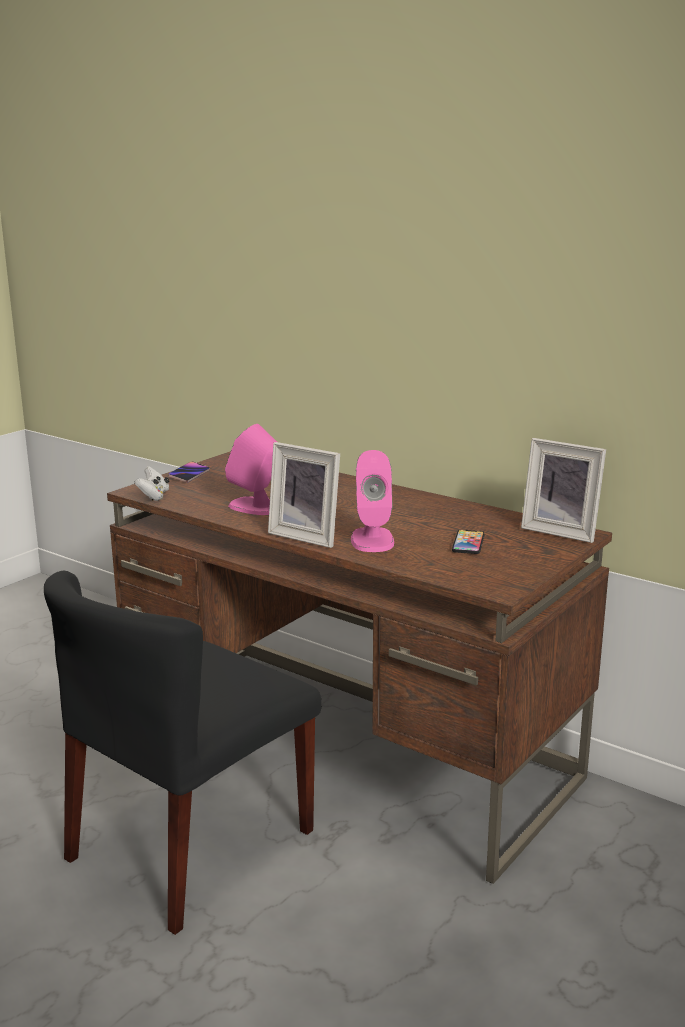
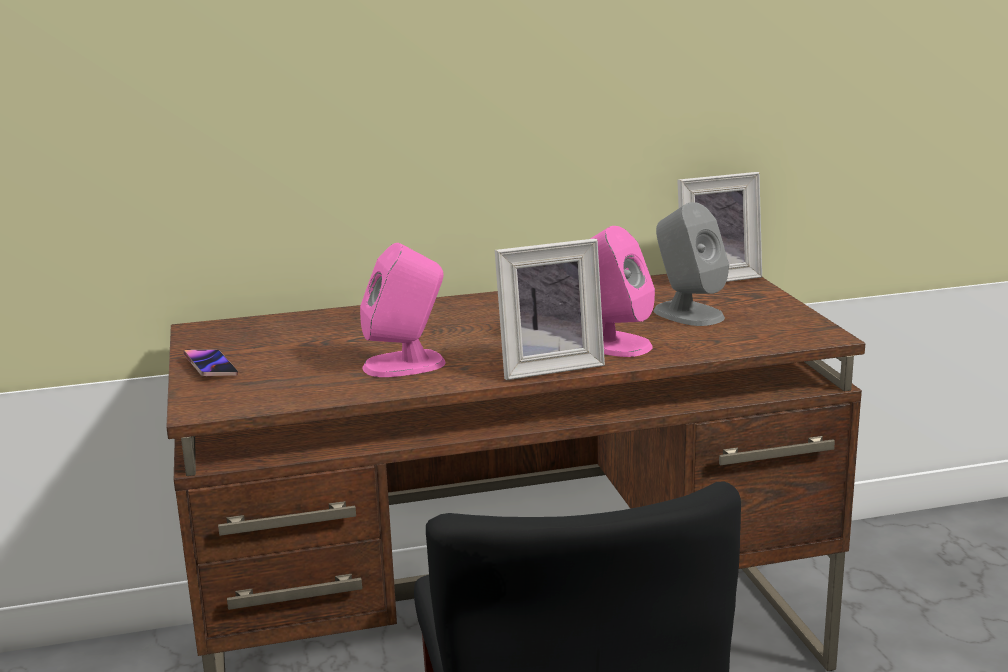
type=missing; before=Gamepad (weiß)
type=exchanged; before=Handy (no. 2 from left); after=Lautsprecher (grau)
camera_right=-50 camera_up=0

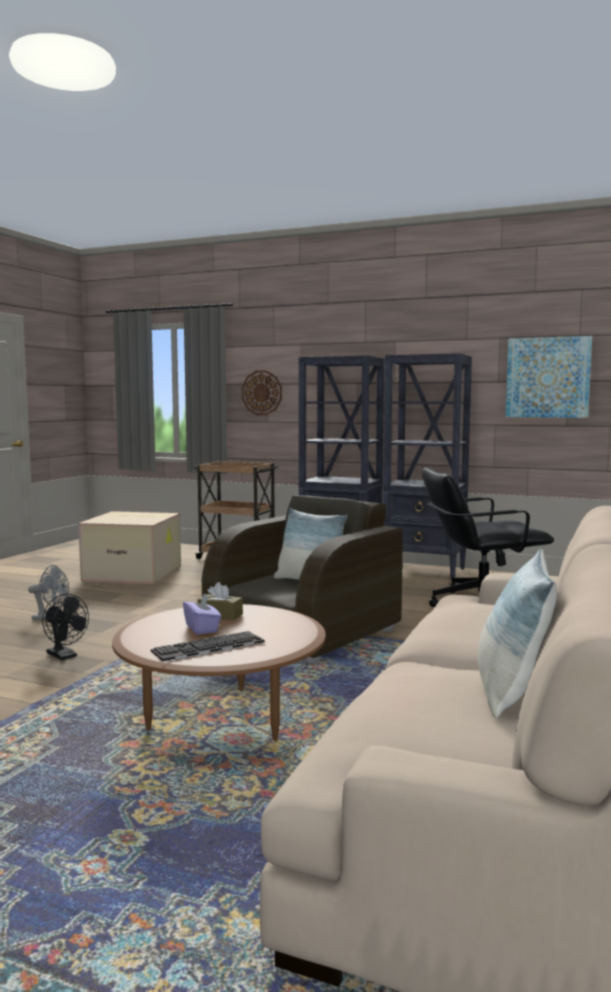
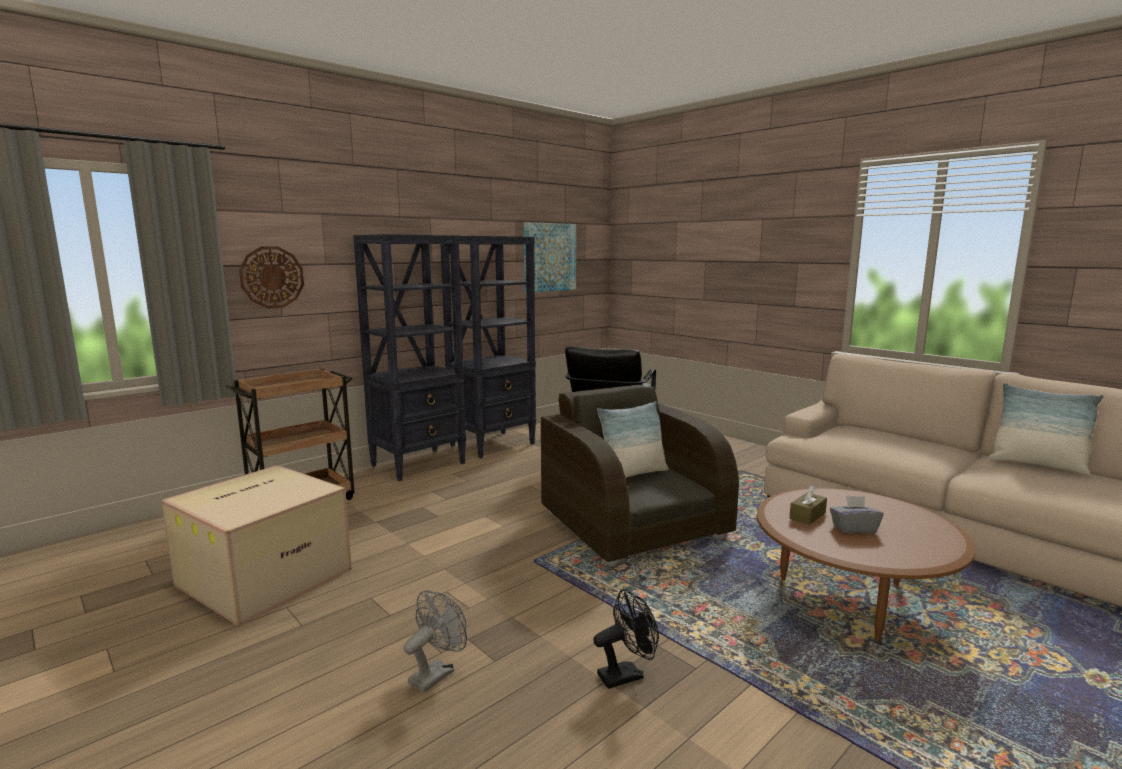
type=missing; before=Tastatur
type=colour; before=Taschentuchbox (lila); after=Taschentuchbox (grau)
camera_right=-65 camera_up=5

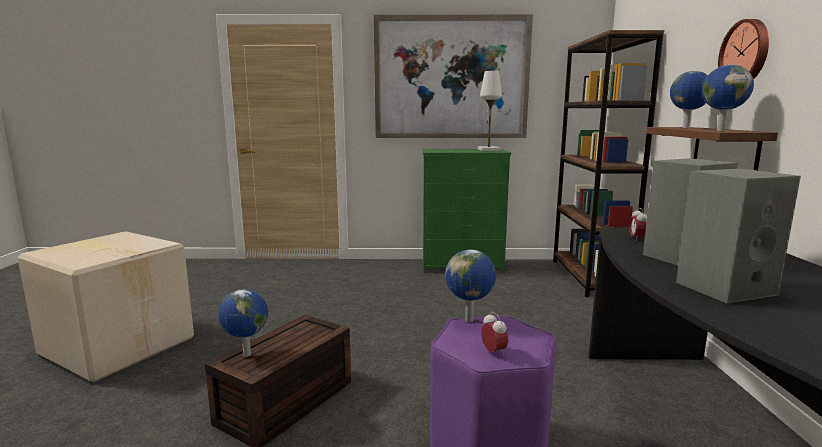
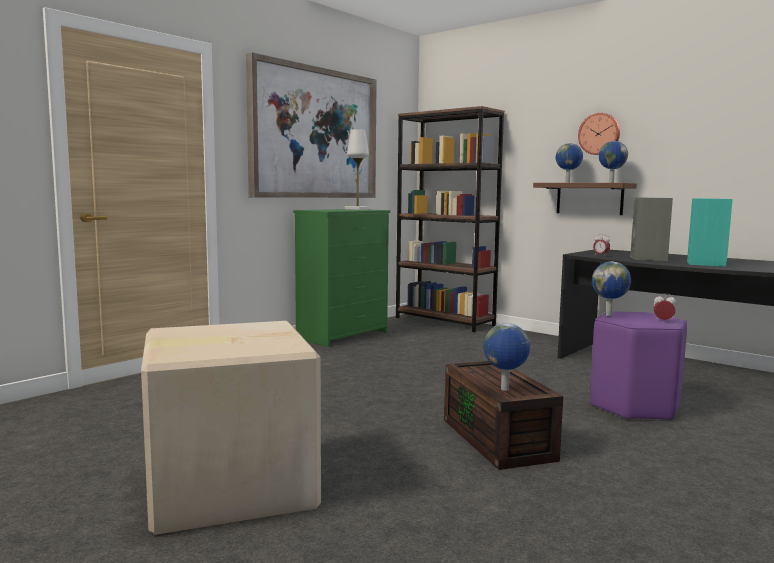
type=colour; before=Lautsprecher (grau) (no. 2 from left); after=Lautsprecher (türkis)
camera_right=-50 camera_up=-5

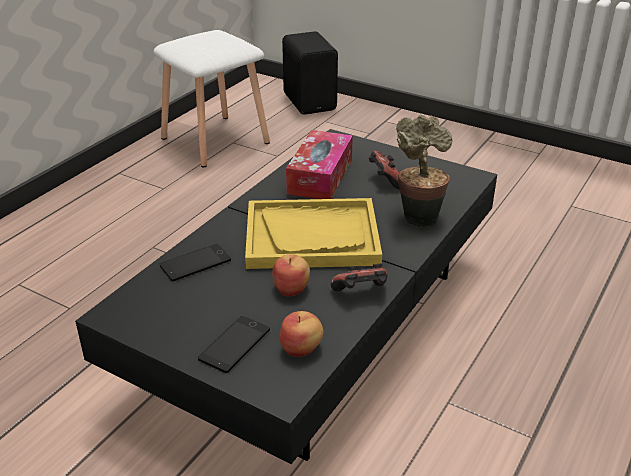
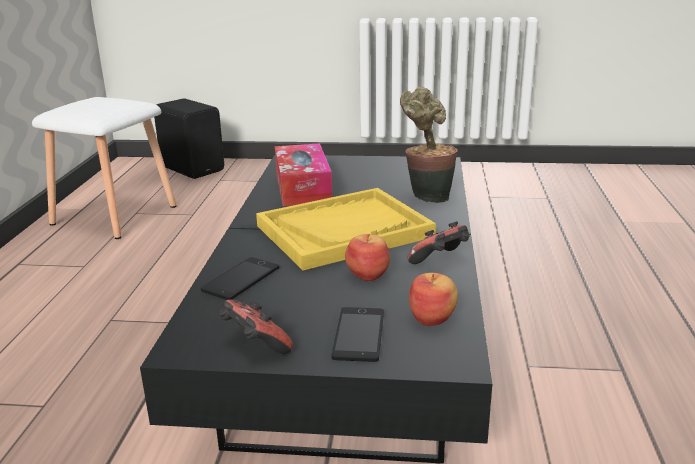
type=relocated; before=Gamepad (no. 2 from left in the first image); after=Gamepad (no. 1 from left)
camera_right=-25 camera_up=-10

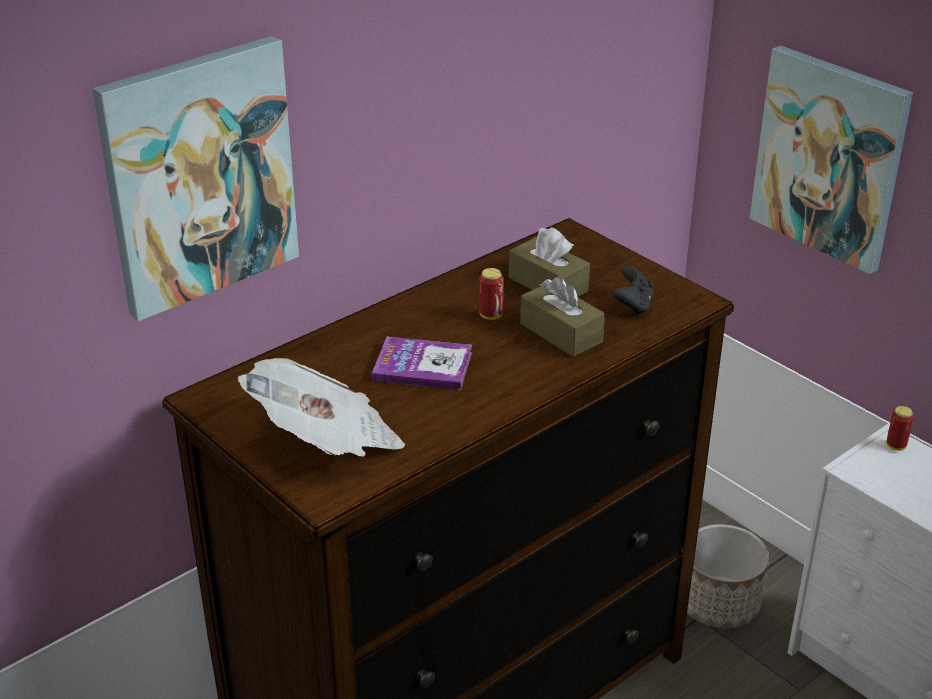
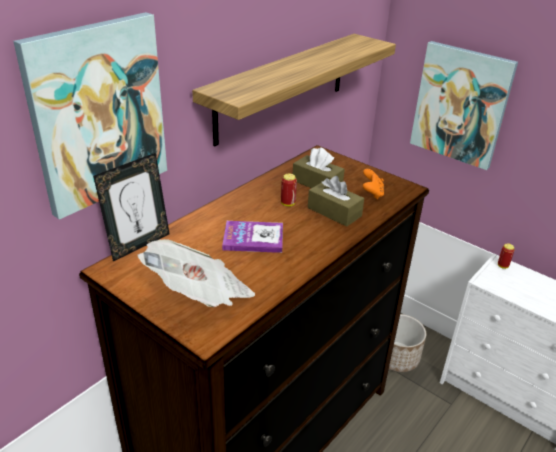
type=appeared; after=Bilderrahmen
type=appeared; after=Wandregal
type=colour; before=Gamepad (schwarz); after=Gamepad (orange)
camera_right=-10 camera_up=0

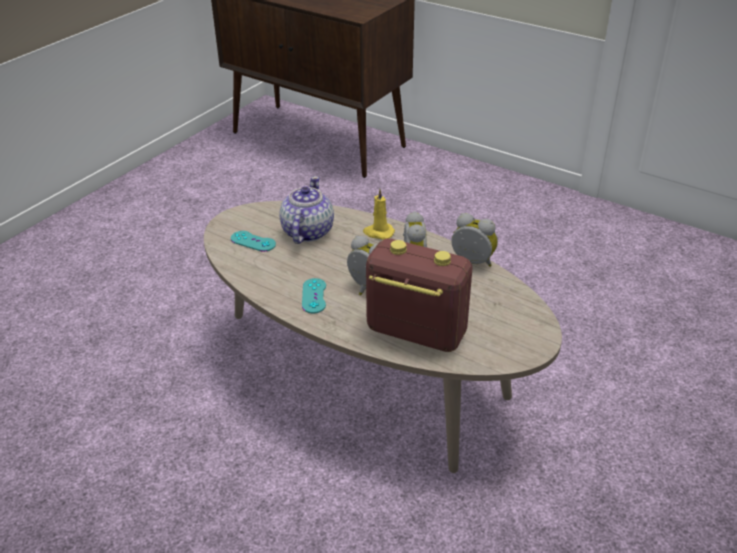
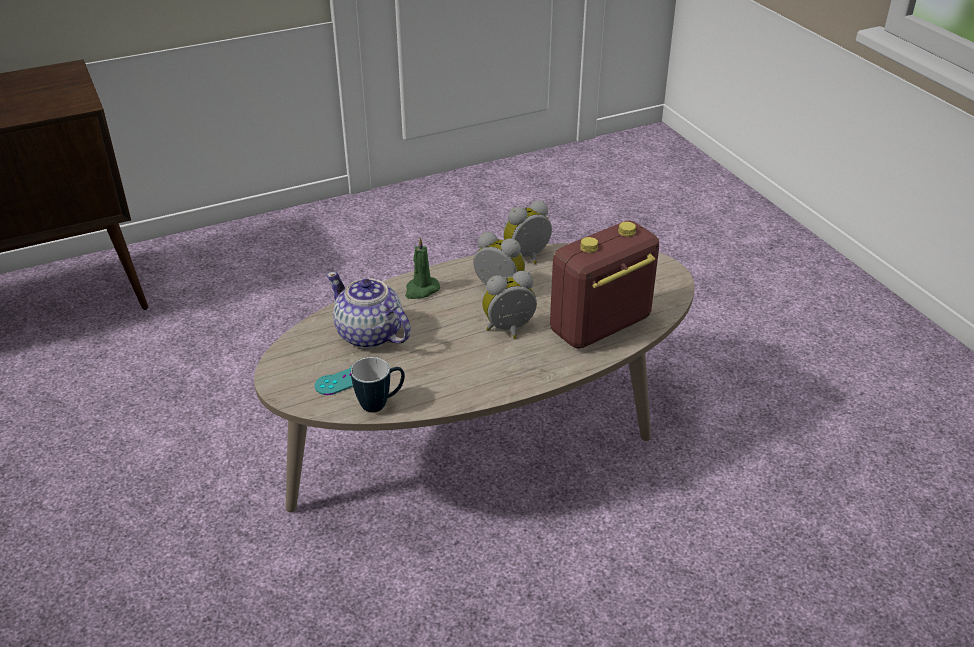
type=missing; before=Gamepad (türkis) (no. 2 from left)
type=appeared; after=Henkelbecher
type=colour; before=Kerze (gelb); after=Kerze (grün)
camera_right=-60 camera_up=0

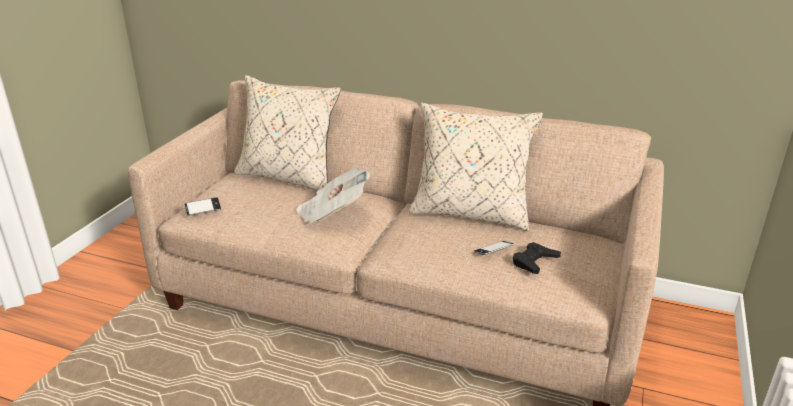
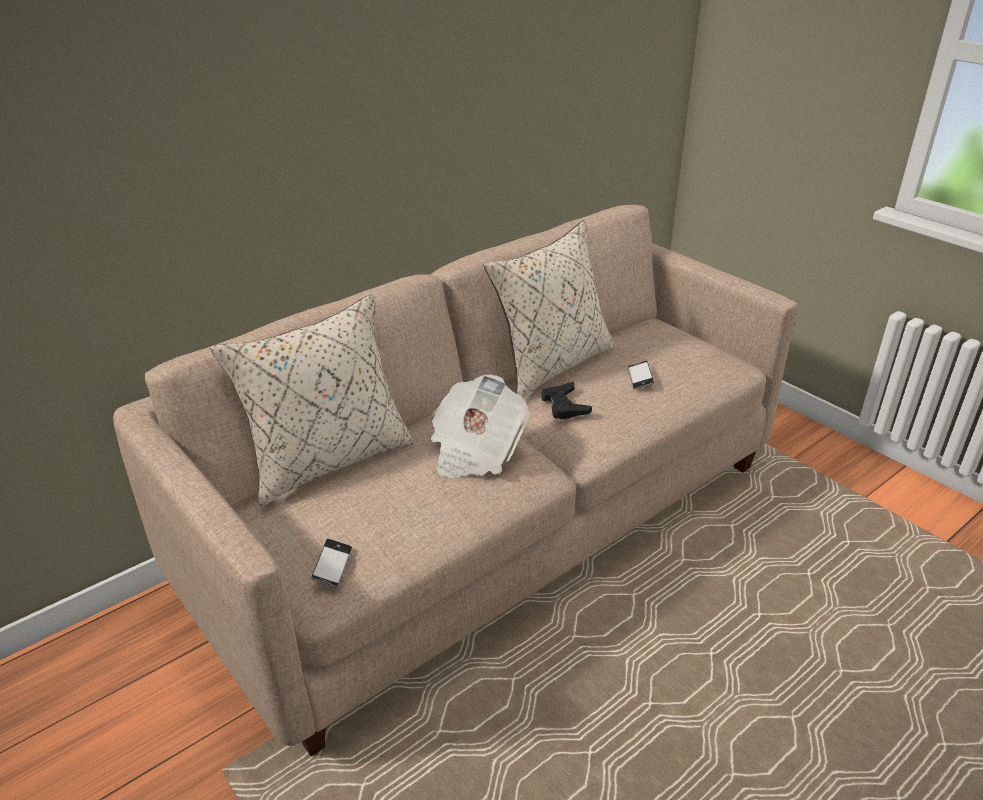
type=relocated; before=Gamepad (schwarz)
camera_right=-60 camera_up=5

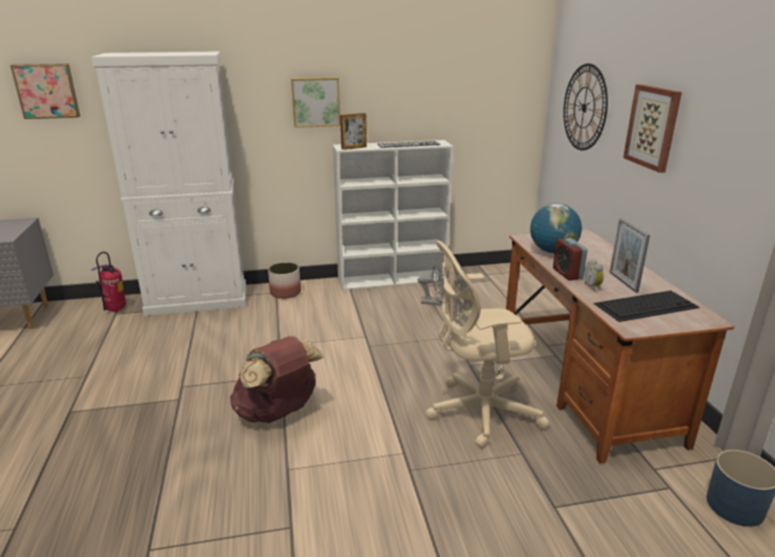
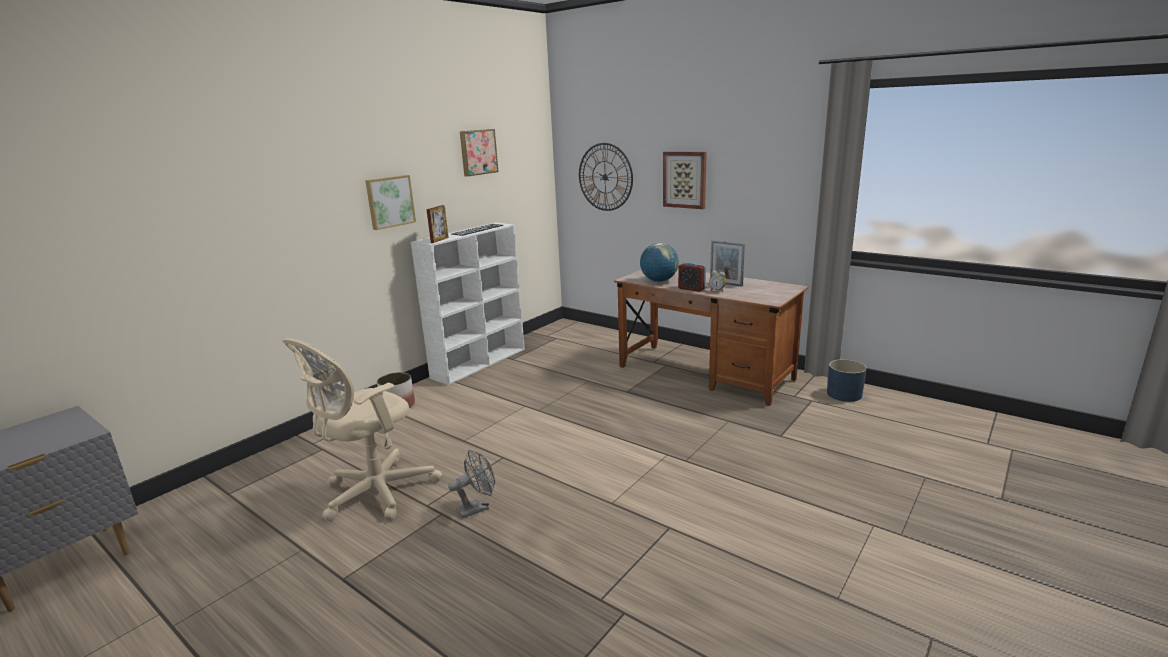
type=missing; before=Schrank (weiß)
type=missing; before=Feuerlöscher
type=missing; before=Rucksack (braun)
type=missing; before=Tastatur (no. 2 from left)
type=relocated; before=Bild (no. 1 from left in the first image); after=Bild (no. 2 from left)
type=relocated; before=Ventilator (grau)
type=relocated; before=Bürostuhl (beige)
camera_right=-40 camera_up=-5

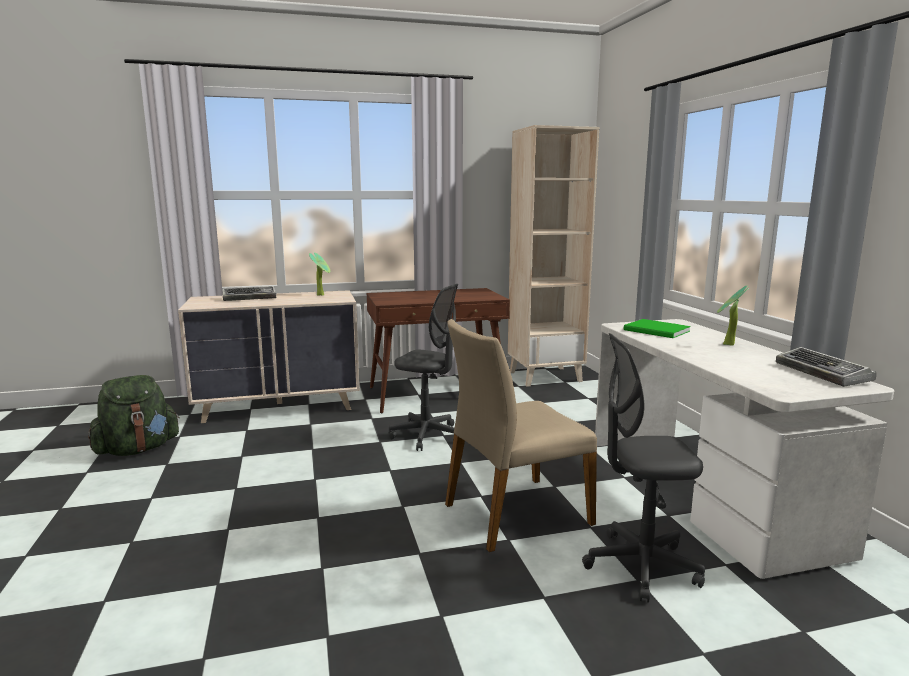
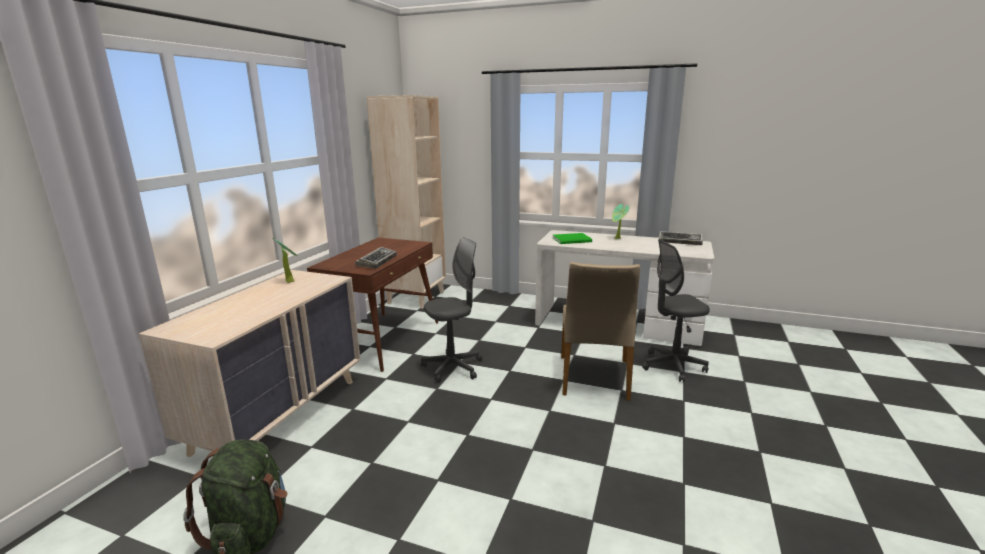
type=relocated; before=Tastatur (no. 1 from left)
type=spun; before=Bürostuhl (grau) (no. 2 from left); turn=45
camera_right=-55 camera_up=5

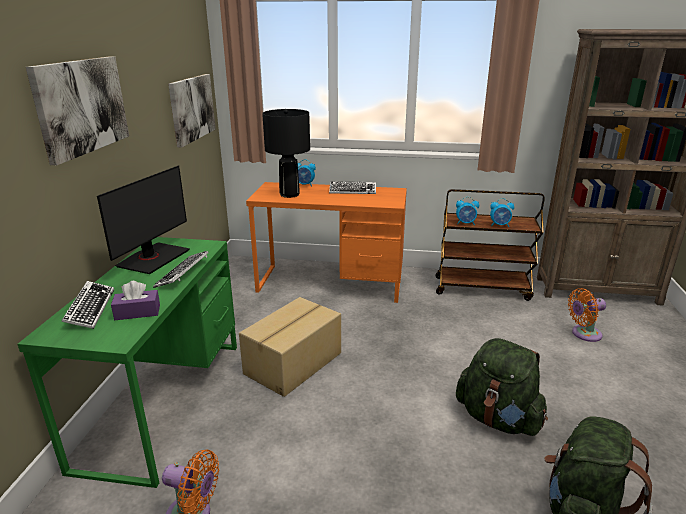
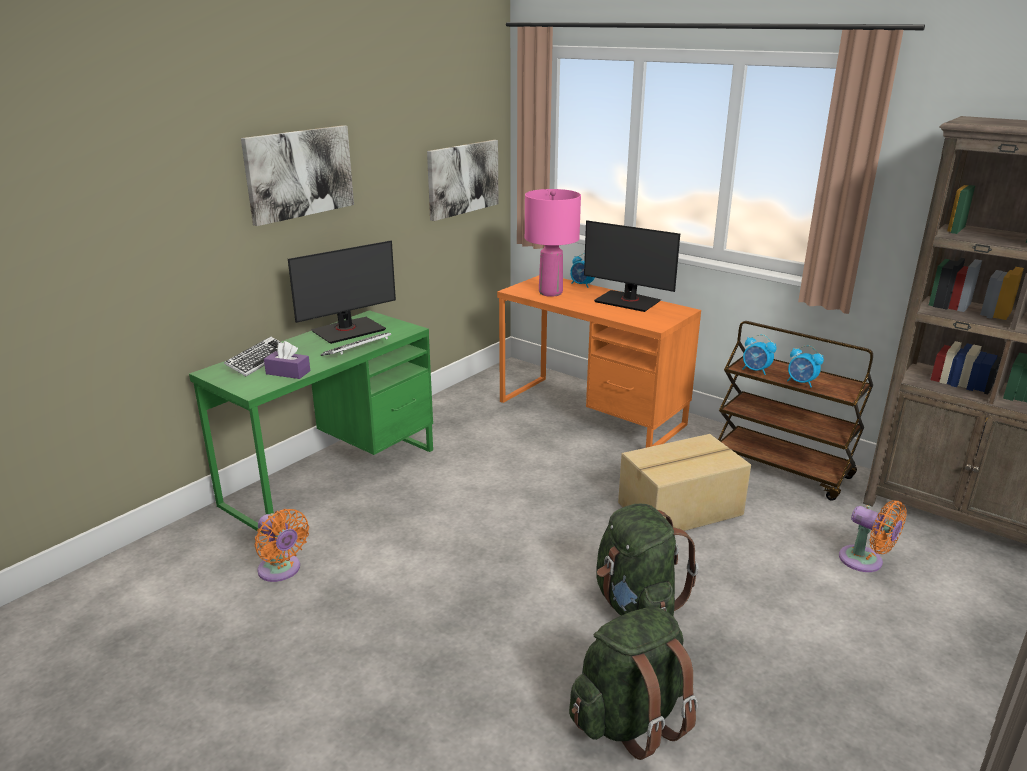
type=relocated; before=Karton
type=exchanged; before=Tastatur (no. 3 from left); after=Monitor (no. 2 from left)
type=colour; before=Tischlampe (schwarz); after=Tischlampe (rosa)
type=spun; before=Ventilator (orange) (no. 2 from left); turn=-150
camera_right=30 camera_up=0

